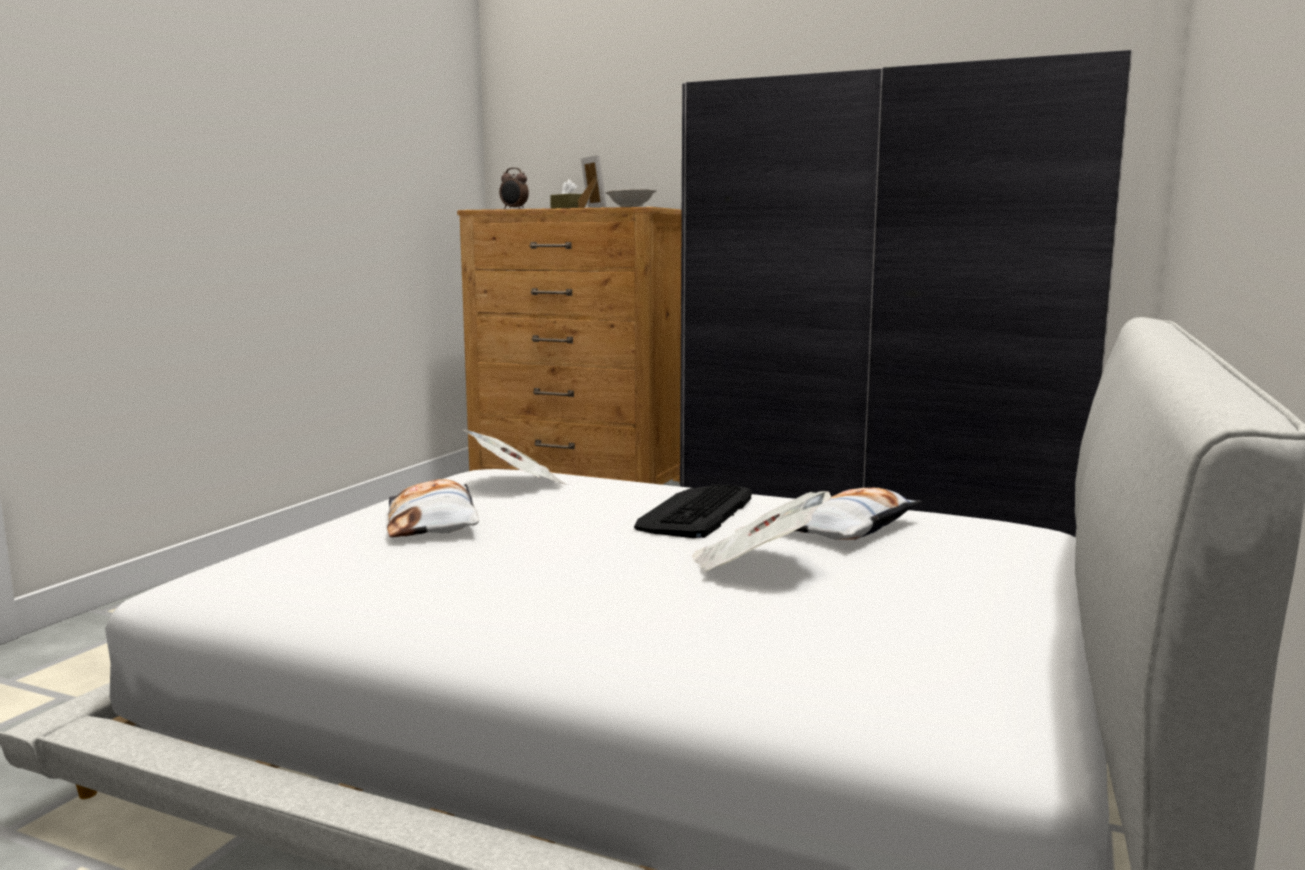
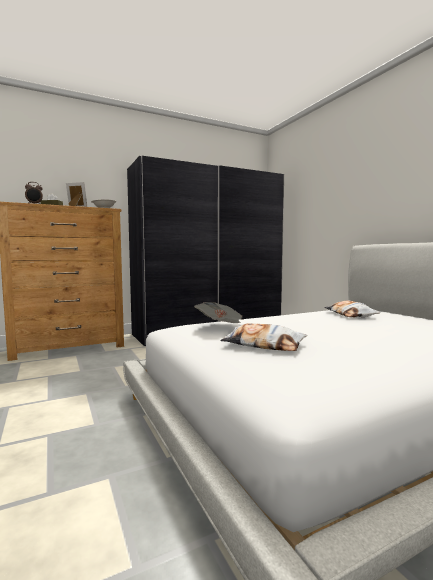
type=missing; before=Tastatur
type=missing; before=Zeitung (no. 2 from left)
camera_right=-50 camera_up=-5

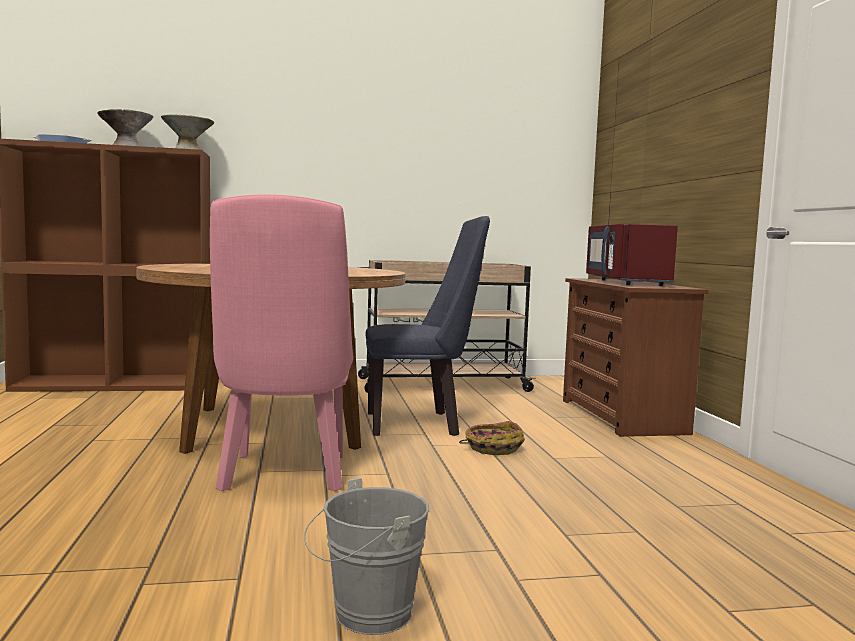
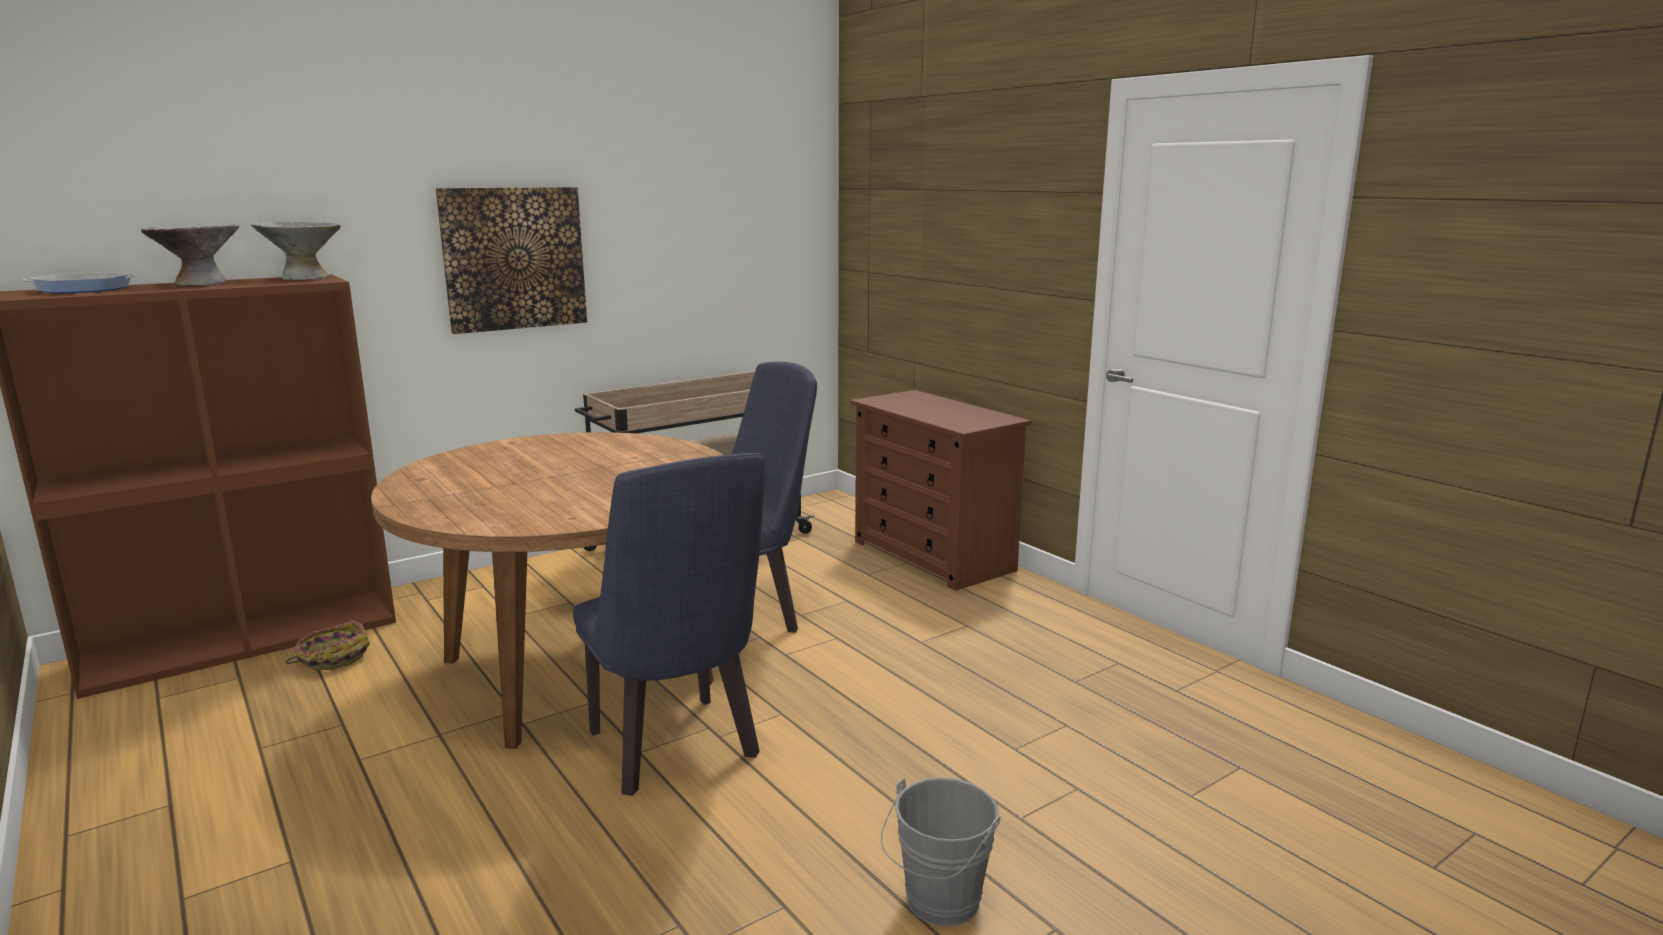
type=missing; before=Mikrowelle (rot)
type=appeared; after=Bild
type=relocated; before=Korb
type=colour; before=Stuhl (rosa); after=Stuhl (blau) (no. 1 from left)
camera_right=-25 camera_up=10

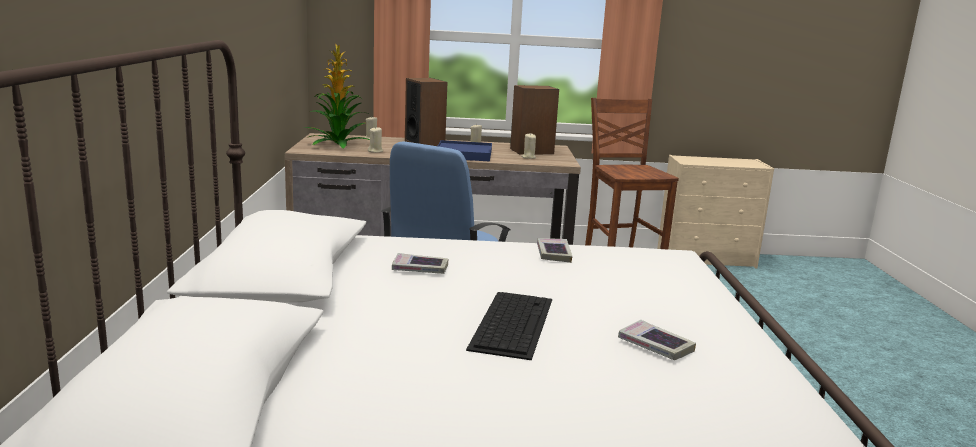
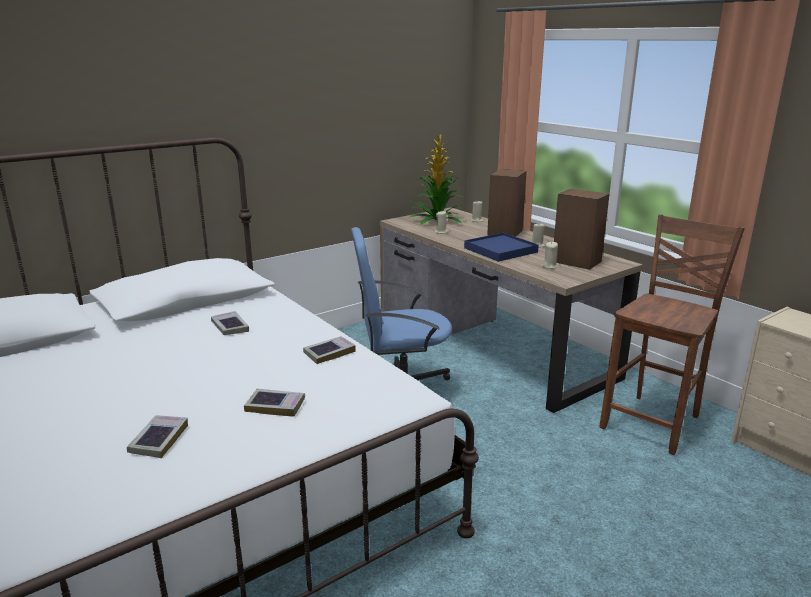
type=missing; before=Tastatur
type=appeared; after=Buch (no. 3 from left)
camera_right=55 camera_up=5

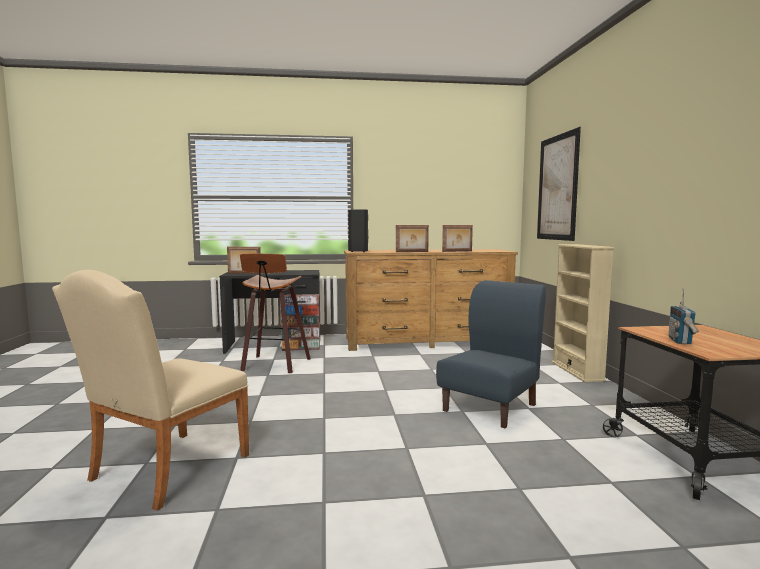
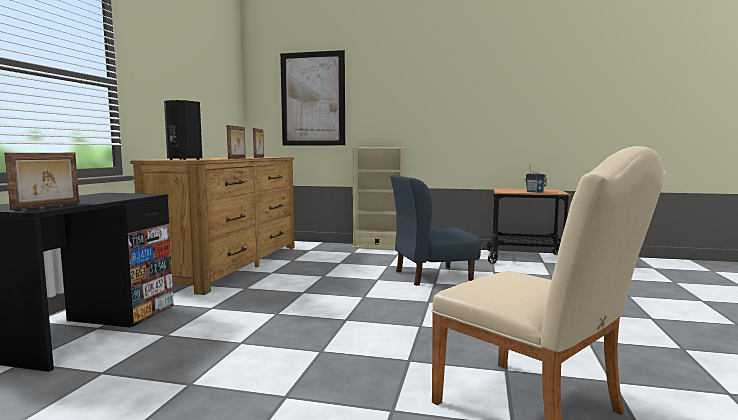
type=missing; before=Hocker
type=spun; before=Stuhl (blau); turn=-75
camera_right=-70 camera_up=0

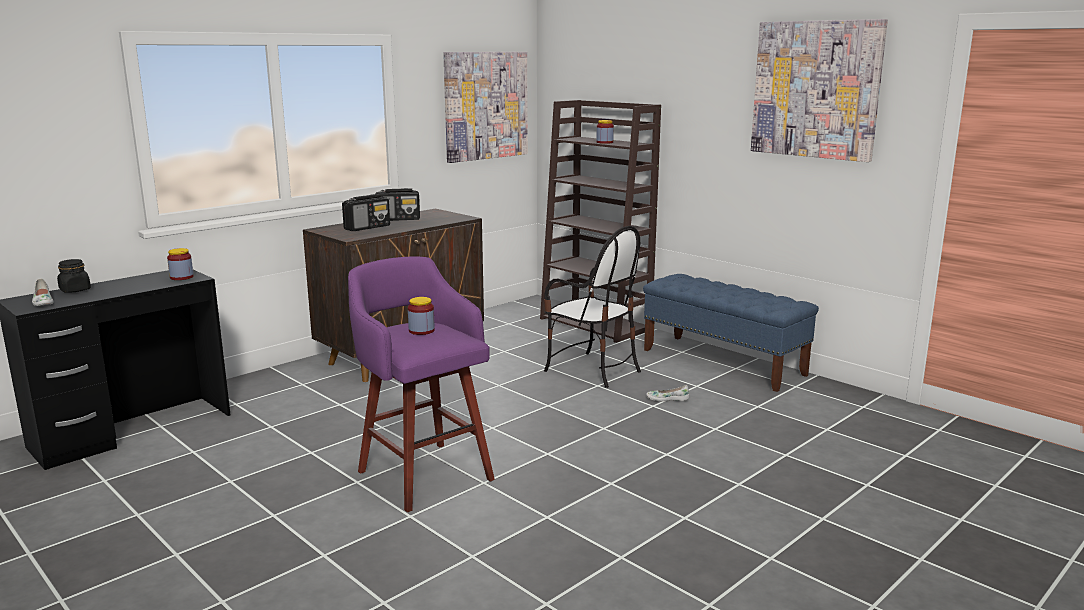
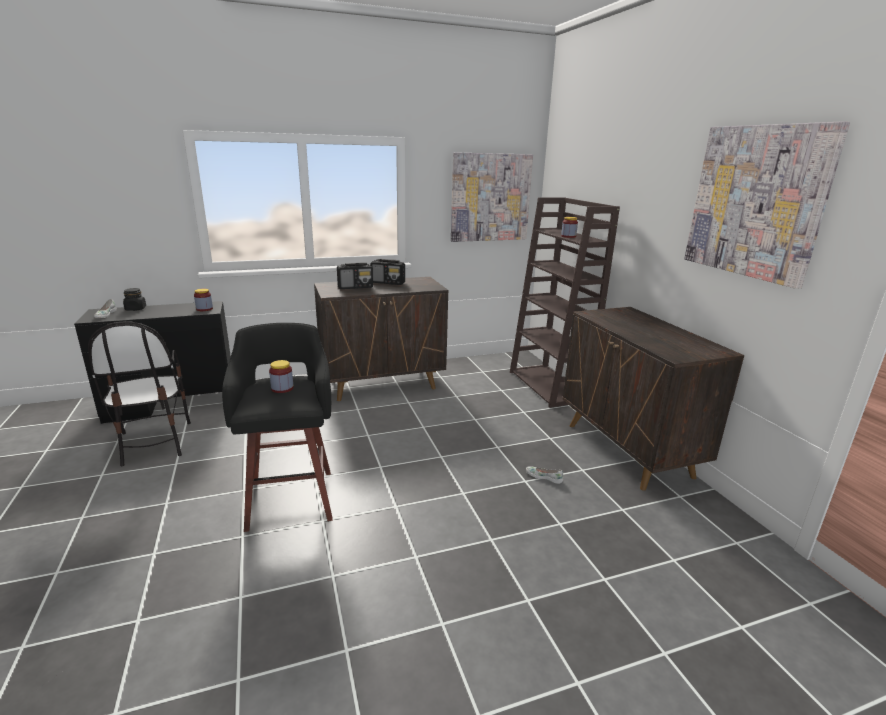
type=relocated; before=Stuhl
type=exchanged; before=Bank (blau); after=Schrank (braun) (no. 2 from left)
type=colour; before=Hocker (lila); after=Hocker (schwarz)
camera_right=25 camera_up=5

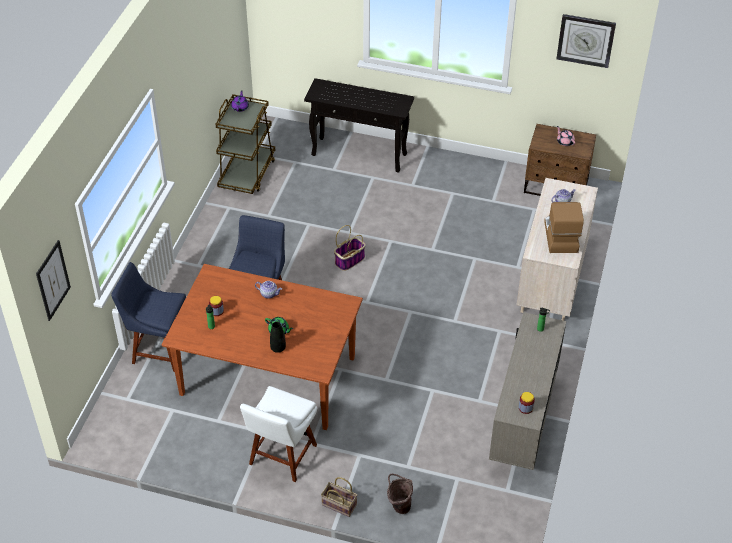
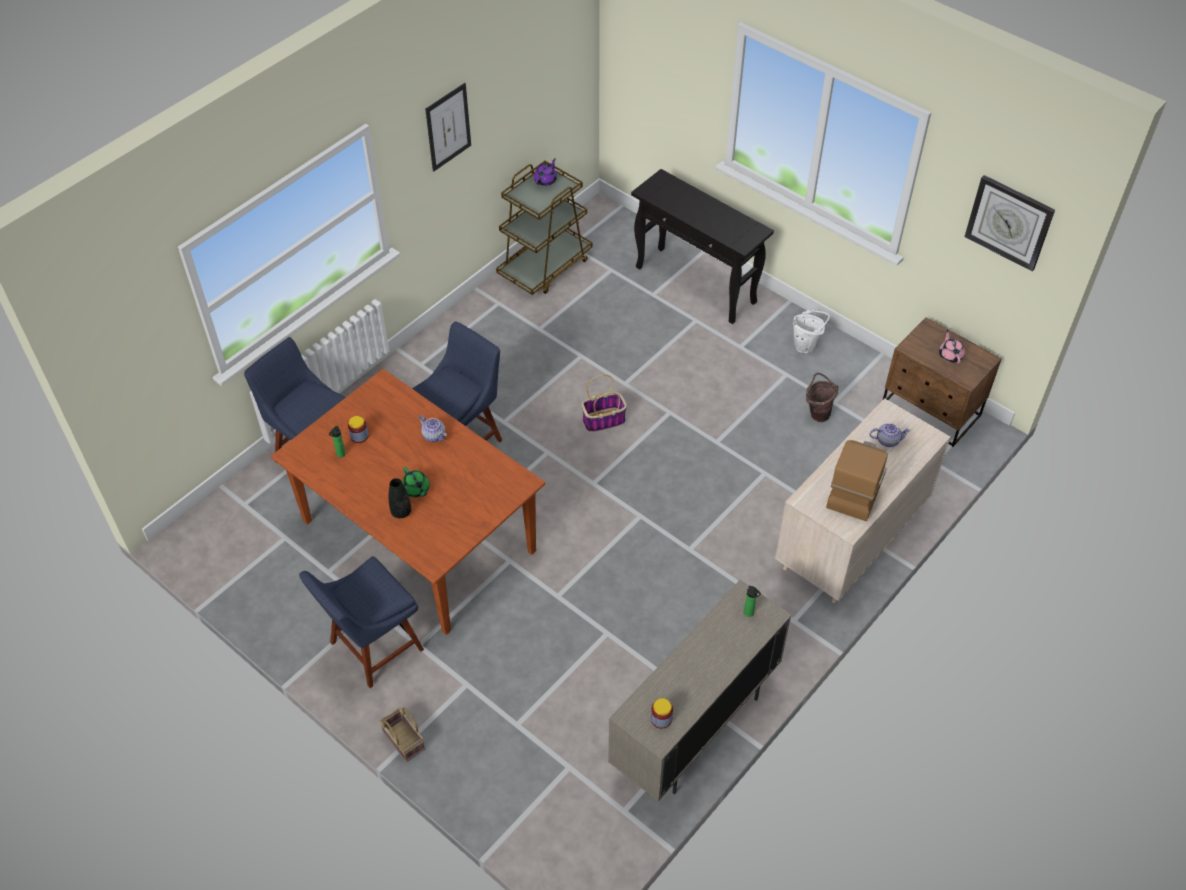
type=appeared; after=Eimer (weiß)
type=relocated; before=Bild
type=relocated; before=Eimer (braun)
type=colour; before=Stuhl (weiß); after=Stuhl (blau) (no. 2 from left)
camera_right=25 camera_up=5

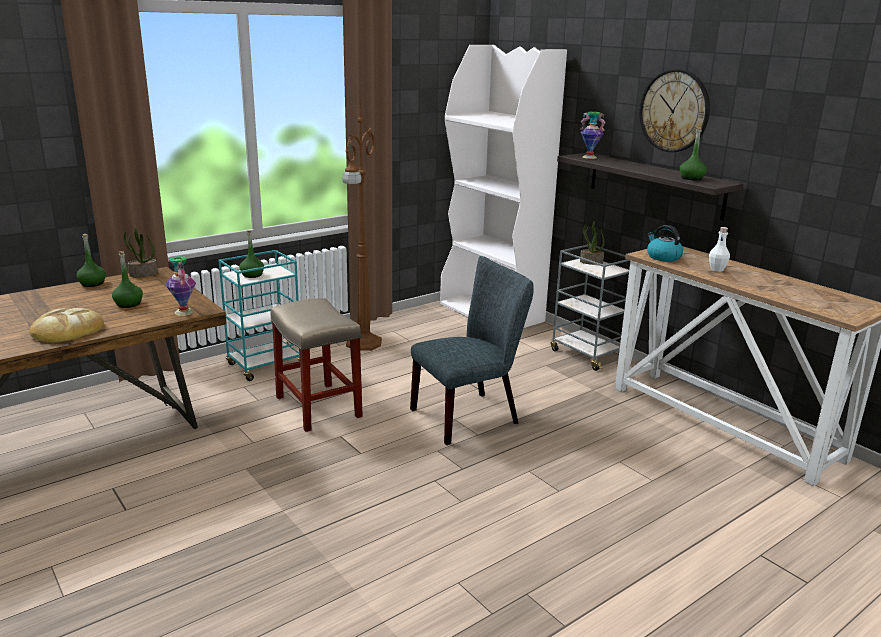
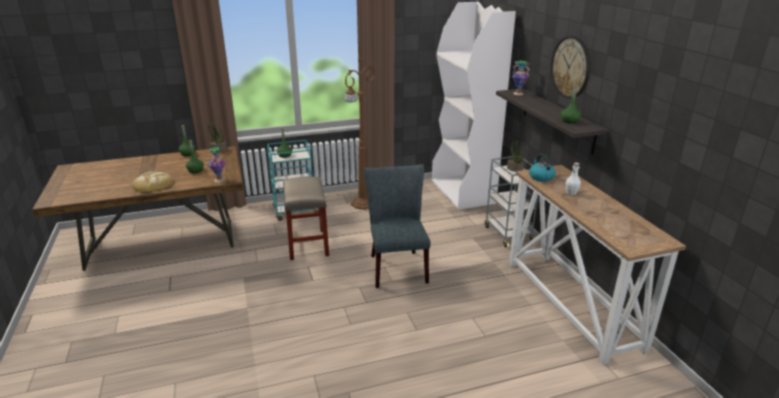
type=spun; before=Stuhl (grau); turn=-90
camera_right=20 camera_up=5

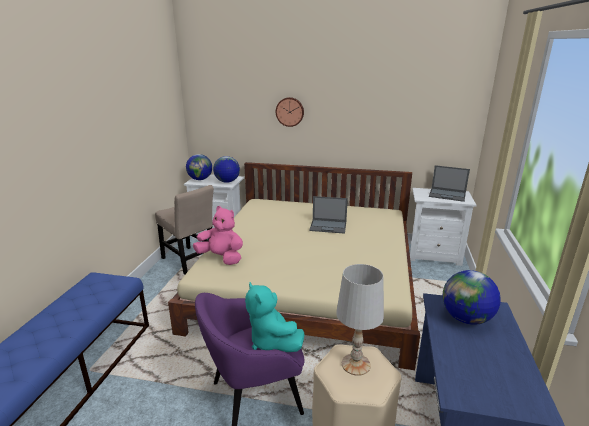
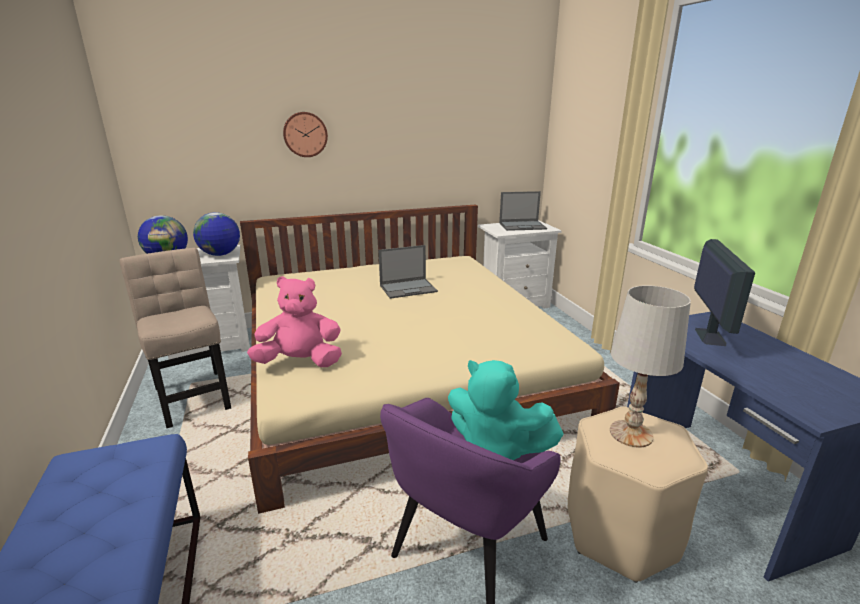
type=exchanged; before=Globus (no. 3 from left); after=Monitor
type=spun; before=Stuhl (beige); turn=-135
camera_right=-30 camera_up=0

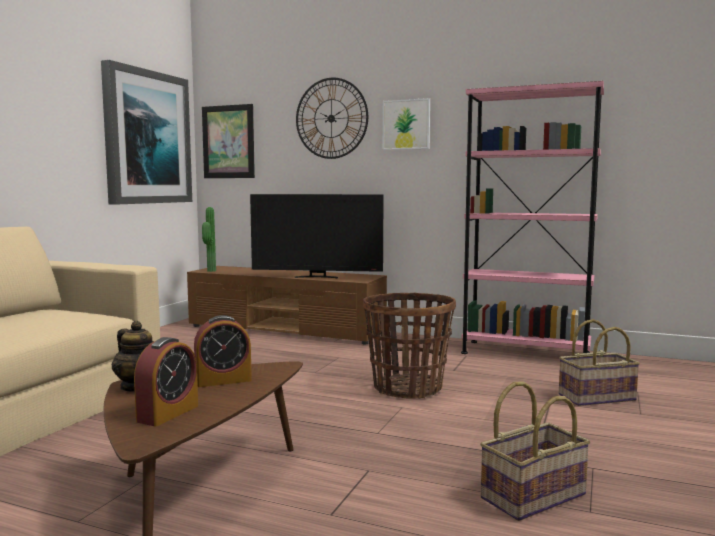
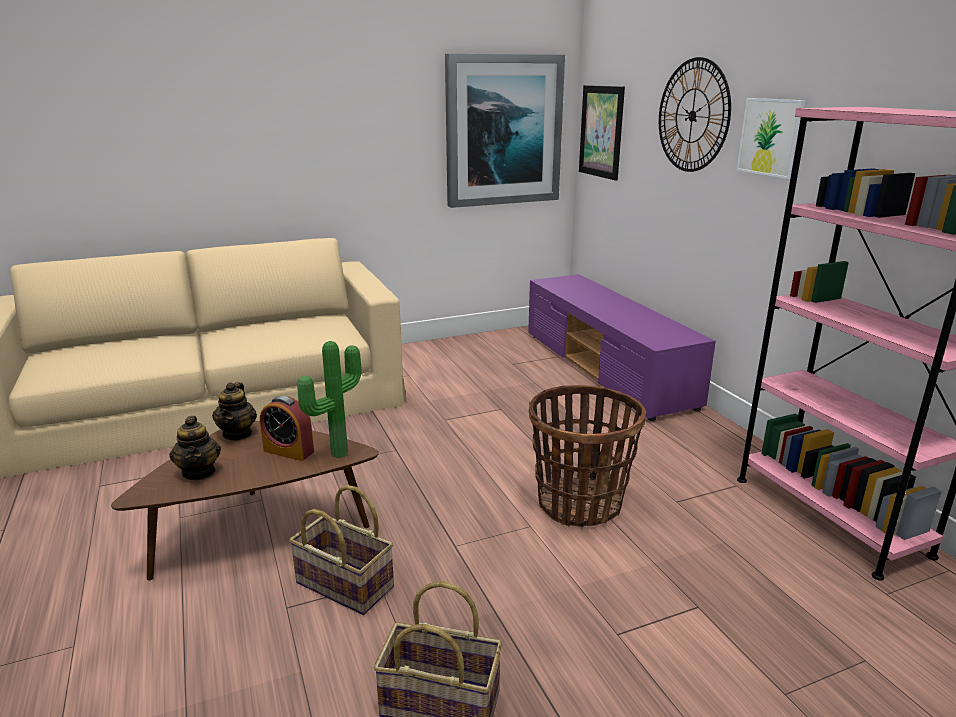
type=missing; before=Fernseher
type=relocated; before=Topfpflanze
type=relocated; before=Korb (no. 3 from left in the first image); after=Korb (no. 1 from left)
type=exchanged; before=Wecker (no. 1 from left); after=Teekanne (no. 1 from left)
type=colour; before=Fernsehschrank (braun); after=Fernsehschrank (lila)
camera_right=45 camera_up=15

